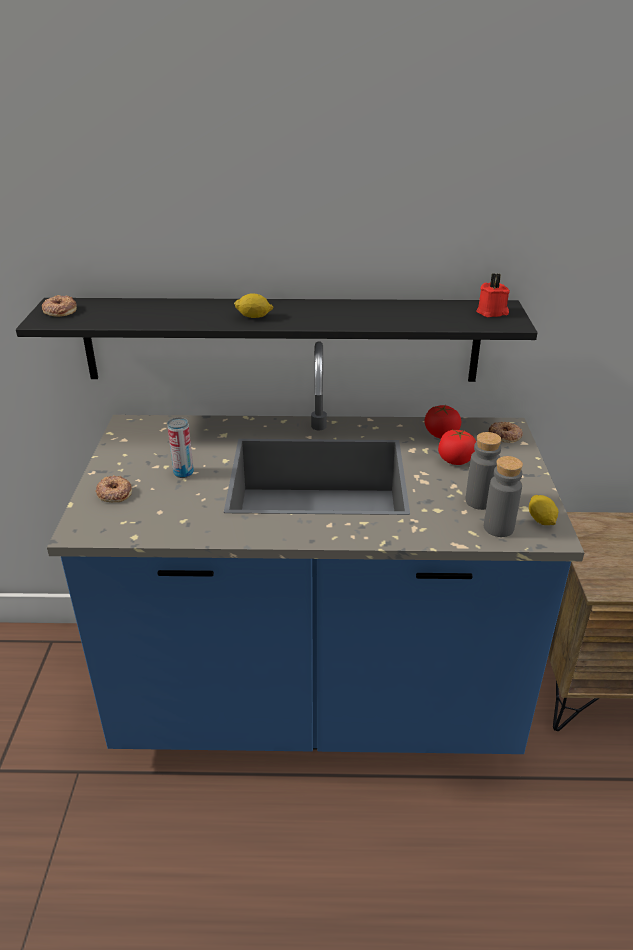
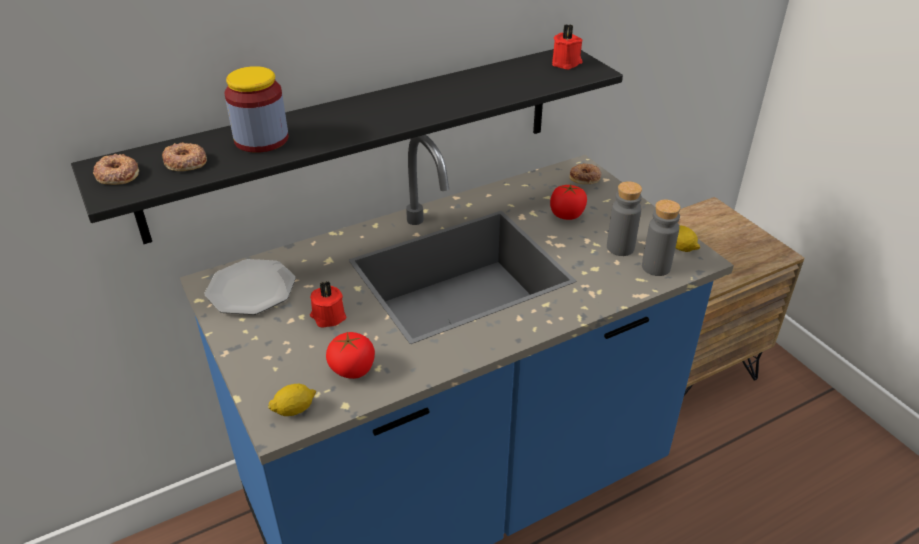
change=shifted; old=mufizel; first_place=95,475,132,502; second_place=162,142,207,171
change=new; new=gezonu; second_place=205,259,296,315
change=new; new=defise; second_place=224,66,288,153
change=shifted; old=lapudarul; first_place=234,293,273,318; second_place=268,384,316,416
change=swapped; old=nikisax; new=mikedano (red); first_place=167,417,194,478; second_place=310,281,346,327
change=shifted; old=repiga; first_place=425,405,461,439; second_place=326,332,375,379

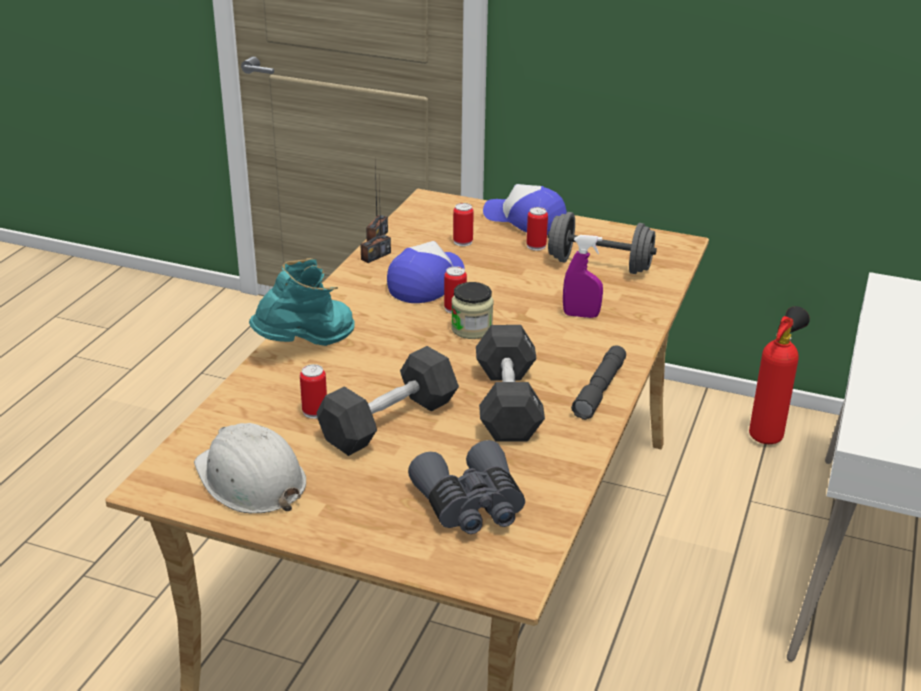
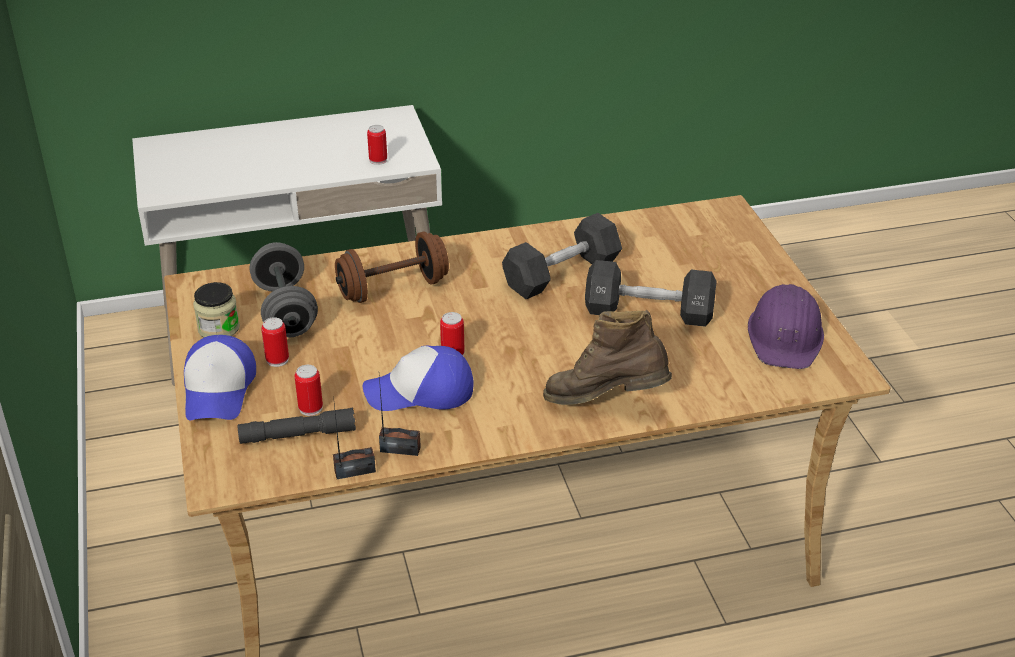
change=shifted; old=defise; first_place=451,282,494,339; second_place=193,282,240,337
change=shifted; old=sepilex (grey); first_place=571,346,626,420; second_place=238,407,356,444
change=swapped; old=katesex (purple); new=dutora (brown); first_place=563,235,603,318; second_place=335,232,449,303
change=shifted; old=nikisax; first_place=300,364,327,419; second_place=367,125,387,165
change=repainted; old=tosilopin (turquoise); new=tosilopin (brown); first_place=249,258,354,346; second_place=543,310,672,405
change=repainted; old=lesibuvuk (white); new=lesibuvuk (purple); first_place=194,423,306,513; second_place=748,284,824,369
change=gone; old=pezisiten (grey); first_place=408,440,525,534
change=gone; old=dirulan; first_place=749,306,810,444

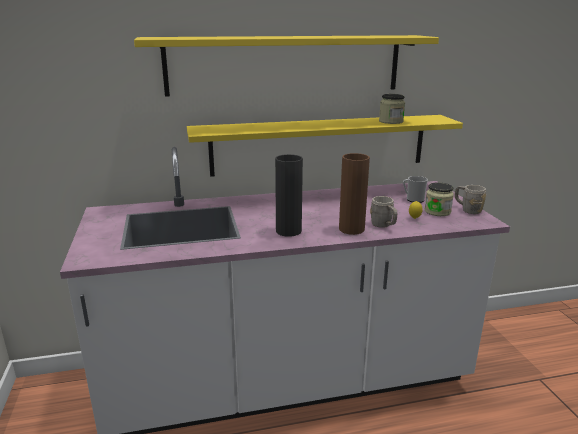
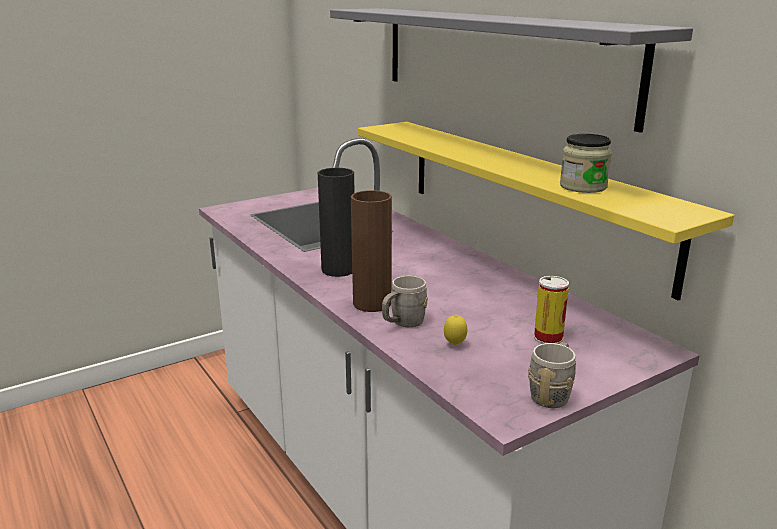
change=repainted; old=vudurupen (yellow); new=vudurupen (grey); first_place=134,35,439,97; second_place=330,8,693,133
change=swapped; old=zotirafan; new=nikisax; first_place=403,176,428,203; second_place=534,276,569,344
change=gone; old=defise; first_place=425,182,454,216

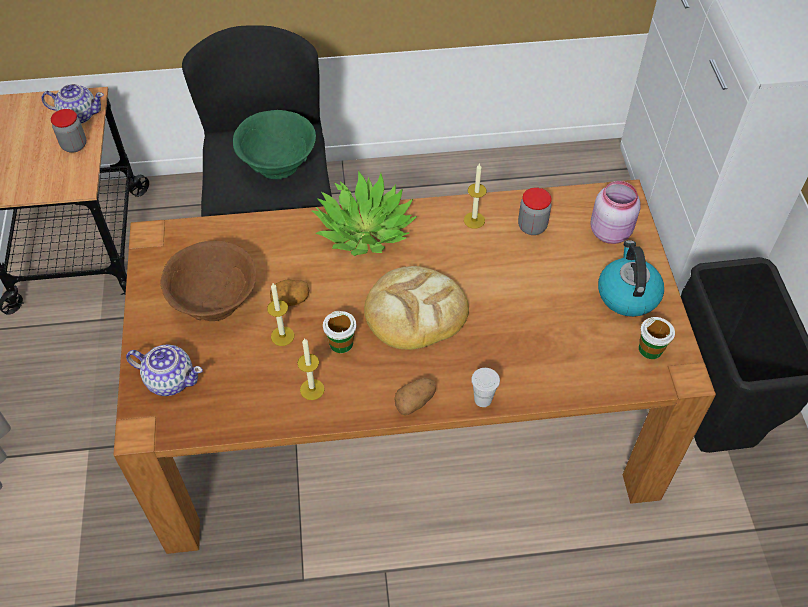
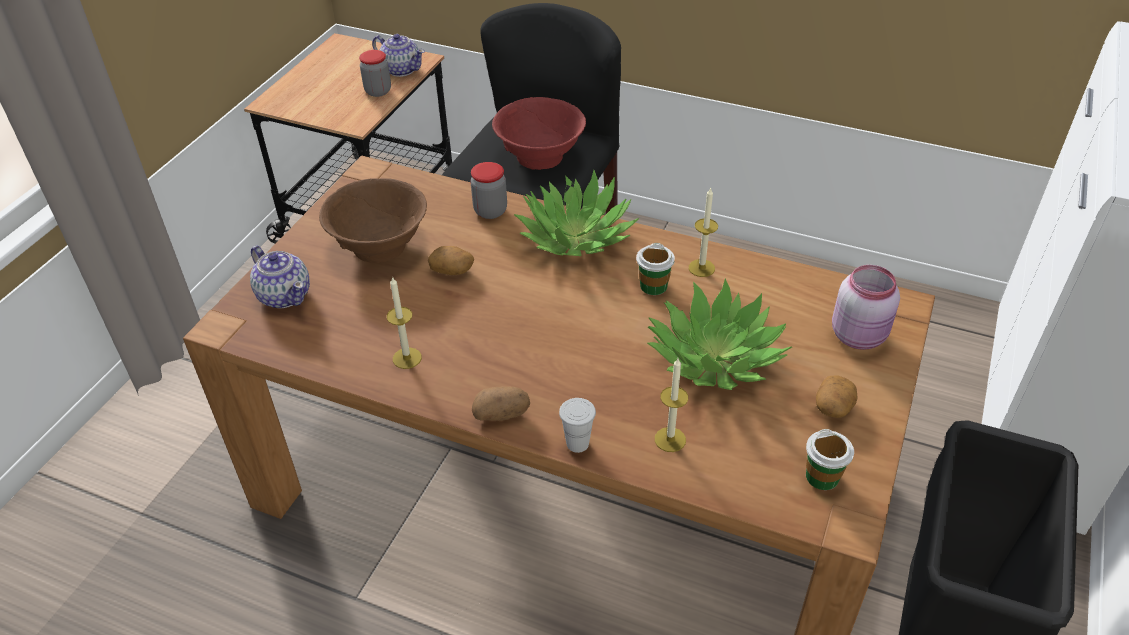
change=shifted; old=defise; first_place=518,187,552,235; second_place=470,162,507,219
change=repainted; old=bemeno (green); new=bemeno (red); first_place=233,110,316,179; second_place=492,97,586,170
change=shifted; old=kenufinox; first_place=323,311,357,353; second_place=636,243,675,295
change=new; new=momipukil; second_place=647,278,792,390
change=shifted; old=mikedano; first_place=267,283,294,346; second_place=655,358,688,452
change=swapped; old=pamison; new=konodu; first_place=598,240,664,317; second_place=816,375,857,418
change=gone; old=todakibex; first_place=364,266,469,350

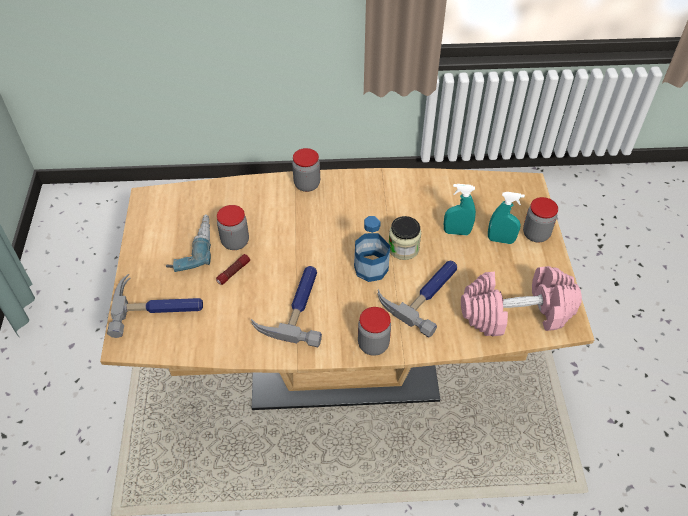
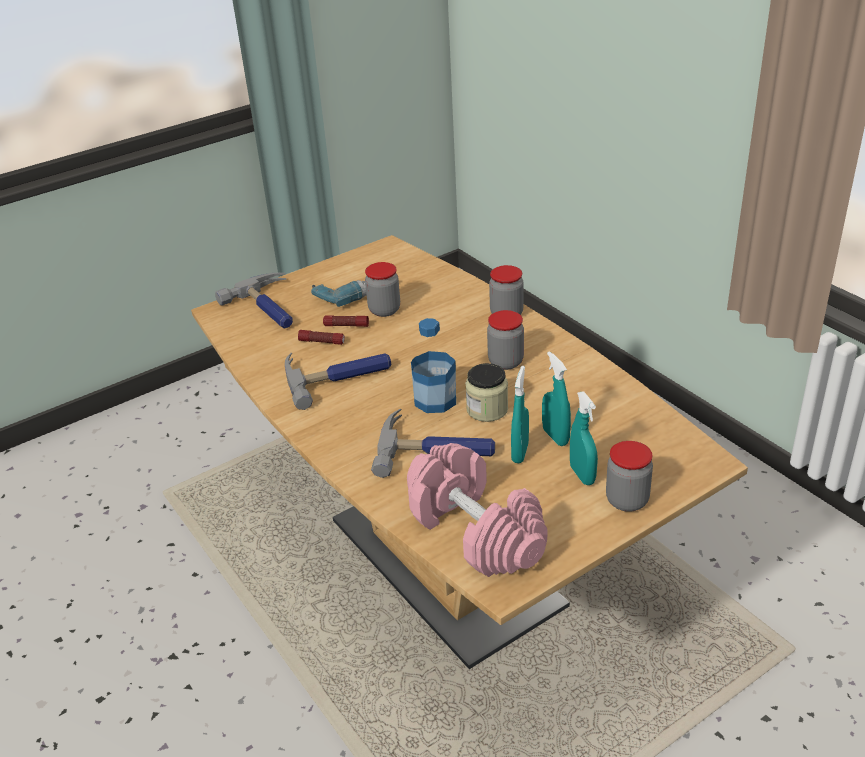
change=new; new=sepilex; second_place=298,330,345,345
change=shifted; old=defise; first_place=358,307,391,356; second_place=487,310,524,370
change=new; new=katesex (turquoise); second_place=511,366,529,463

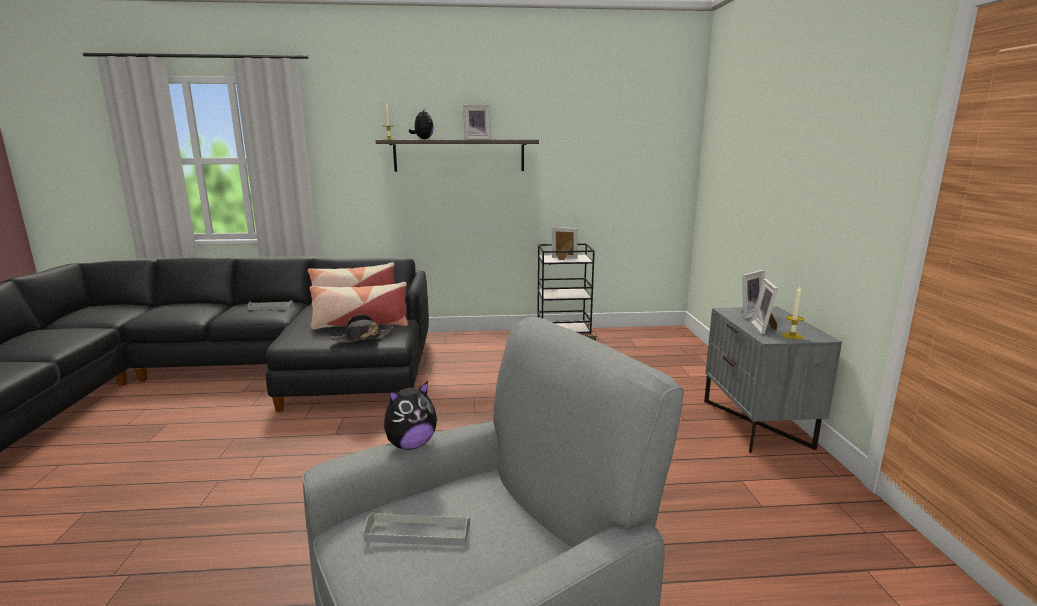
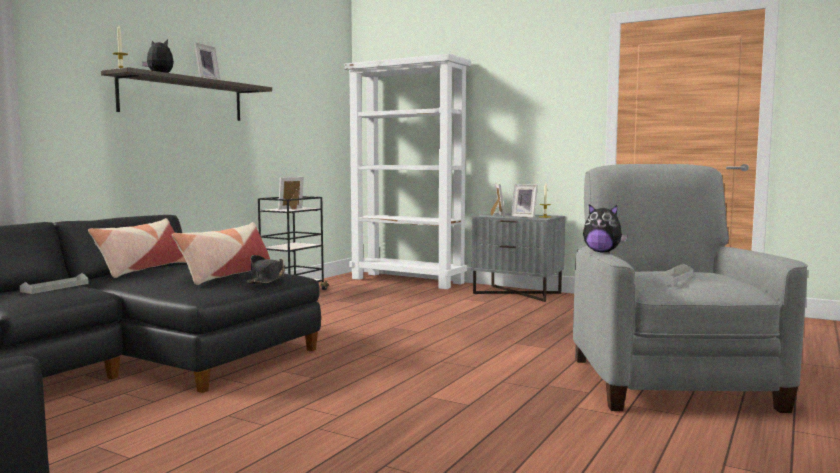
change=new; new=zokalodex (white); second_place=345,54,471,289
change=rotated; old=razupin; first_place=384,381,437,450; second_place=583,204,628,253; degrees=120

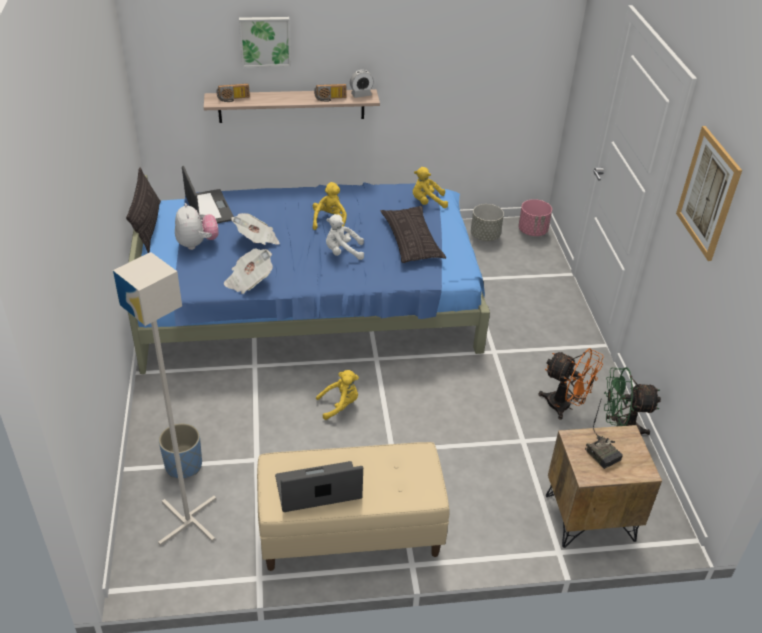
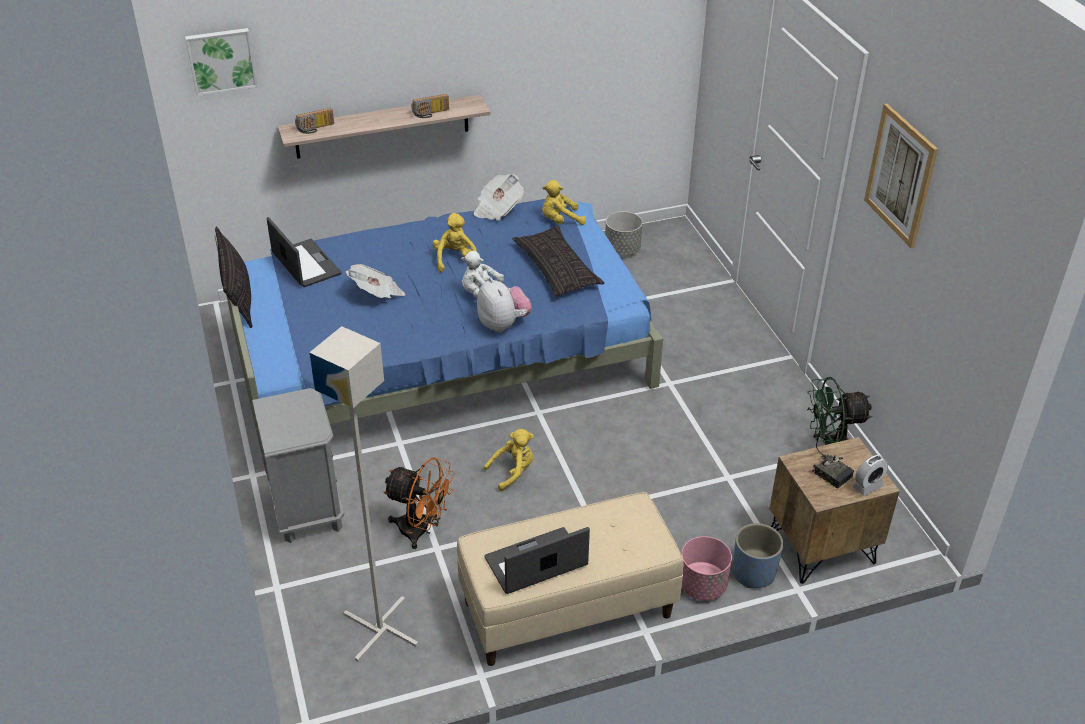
change=shifted; old=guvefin; first_place=239,17,291,67; second_place=185,28,258,96
change=new; new=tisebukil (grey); second_place=252,388,344,543
change=shifted; old=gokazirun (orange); first_place=538,348,604,420; second_place=382,457,455,549
change=shifted; old=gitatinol; first_place=224,248,273,294; second_place=474,174,524,221
change=shifted; old=razupin; first_place=175,203,219,250; second_place=477,277,532,333
change=shifted; old=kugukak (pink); first_place=518,199,552,236; second_place=681,536,732,600
change=shifted; old=kugukak (blue); first_place=159,423,202,478; second_place=733,523,783,588
change=shifted; old=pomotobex; first_place=350,70,374,98; second_place=852,455,888,496

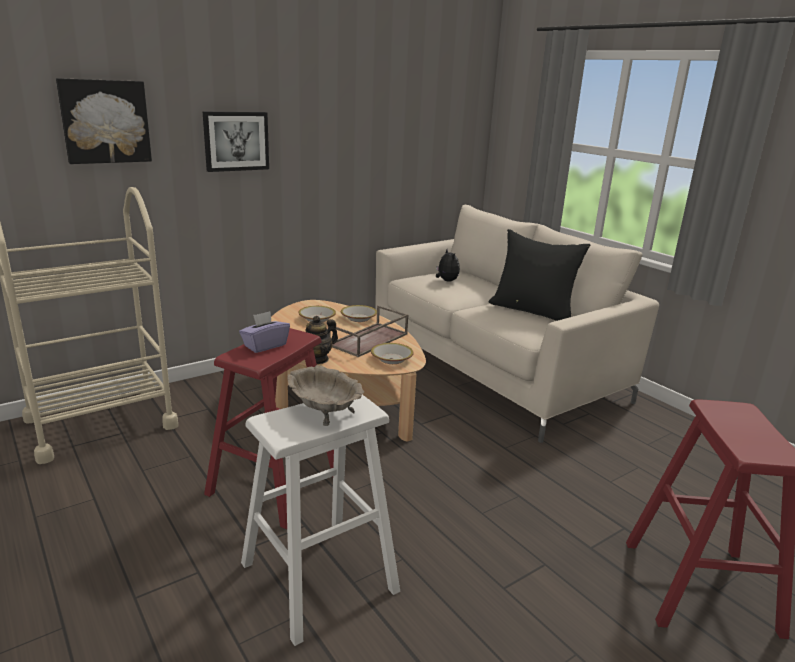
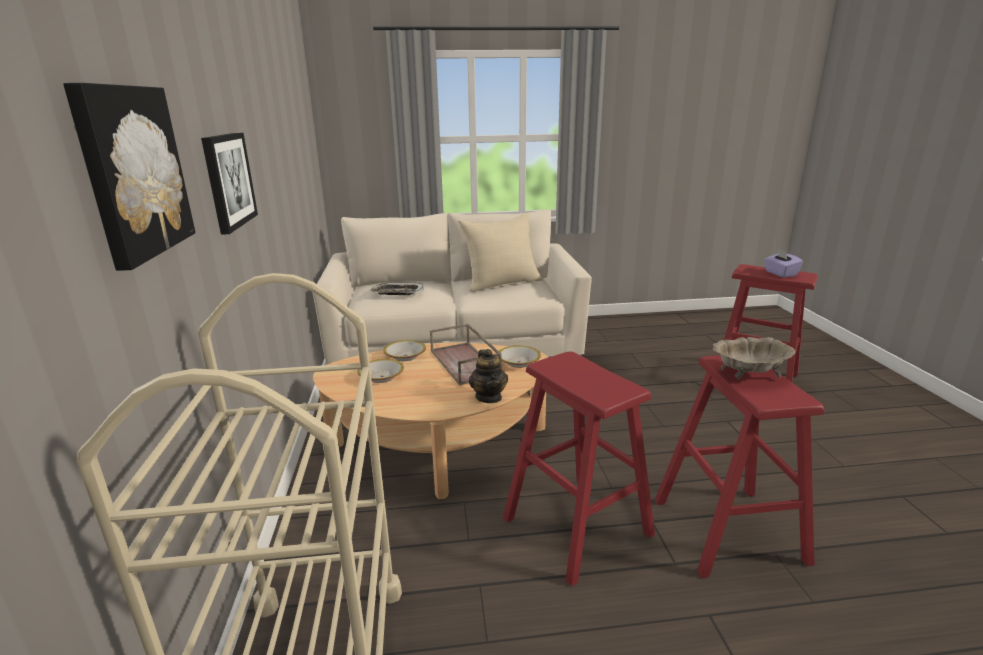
change=swapped; old=razupin; new=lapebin; first_place=436,250,460,282; second_place=370,283,424,295
change=repainted; old=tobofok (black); new=tobofok (beige); first_place=488,229,590,321; second_place=458,212,543,292
change=repainted; old=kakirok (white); new=kakirok (red); first_place=241,395,400,646; second_place=655,355,824,578
change=shifted; old=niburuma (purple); first_place=239,311,290,353; second_place=764,249,803,278

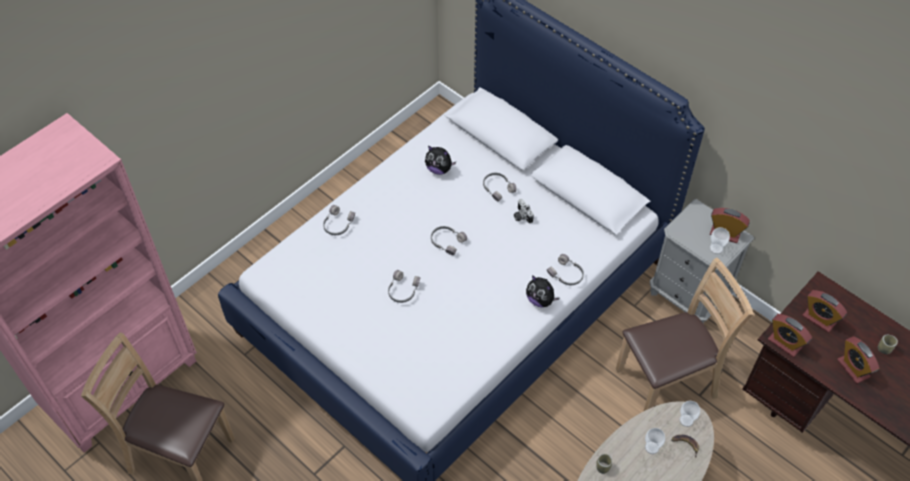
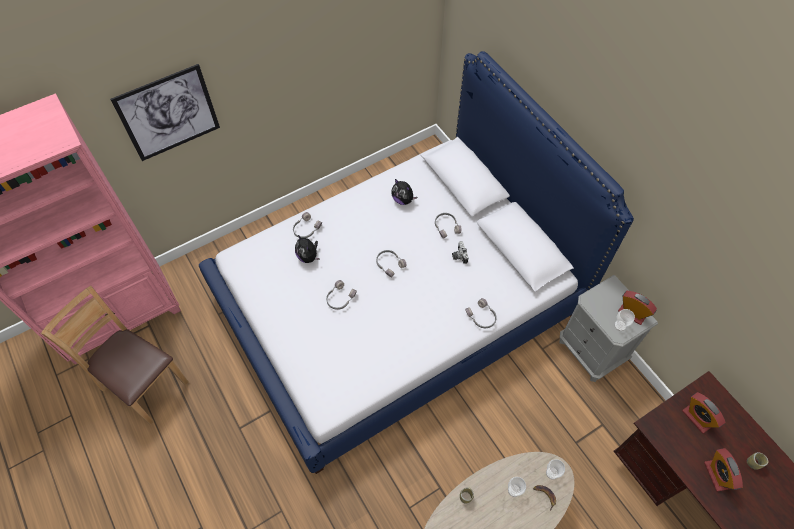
change=new; new=guvefin; second_place=110,64,220,161
change=shifted; old=razupin; first_place=526,275,559,307; second_place=295,235,320,263
change=gone; old=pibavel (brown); first_place=616,258,754,411
change=gone; old=pomotobex; first_place=768,314,812,357

